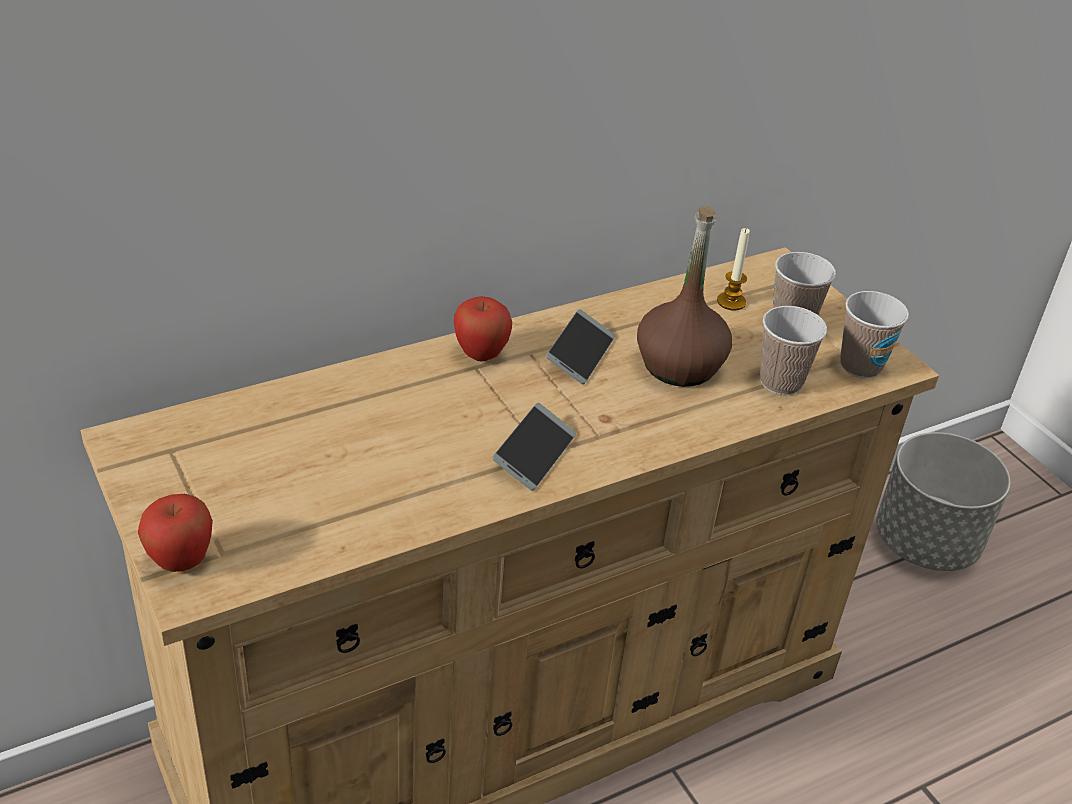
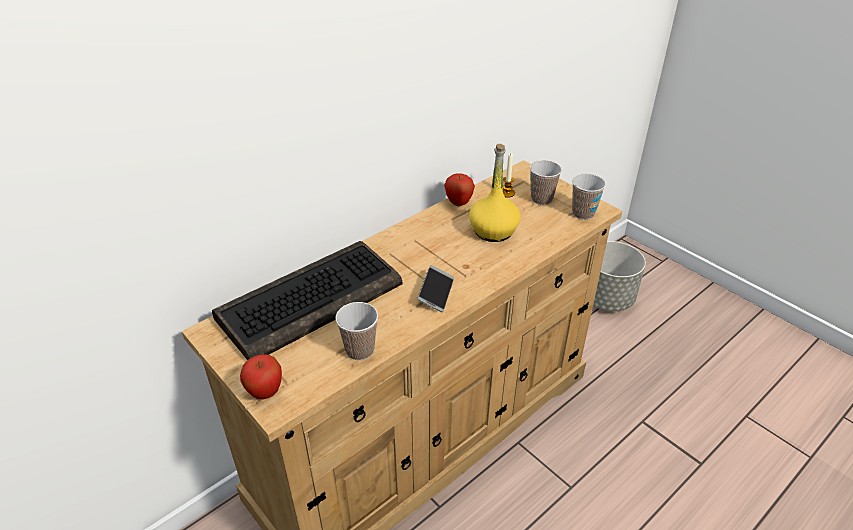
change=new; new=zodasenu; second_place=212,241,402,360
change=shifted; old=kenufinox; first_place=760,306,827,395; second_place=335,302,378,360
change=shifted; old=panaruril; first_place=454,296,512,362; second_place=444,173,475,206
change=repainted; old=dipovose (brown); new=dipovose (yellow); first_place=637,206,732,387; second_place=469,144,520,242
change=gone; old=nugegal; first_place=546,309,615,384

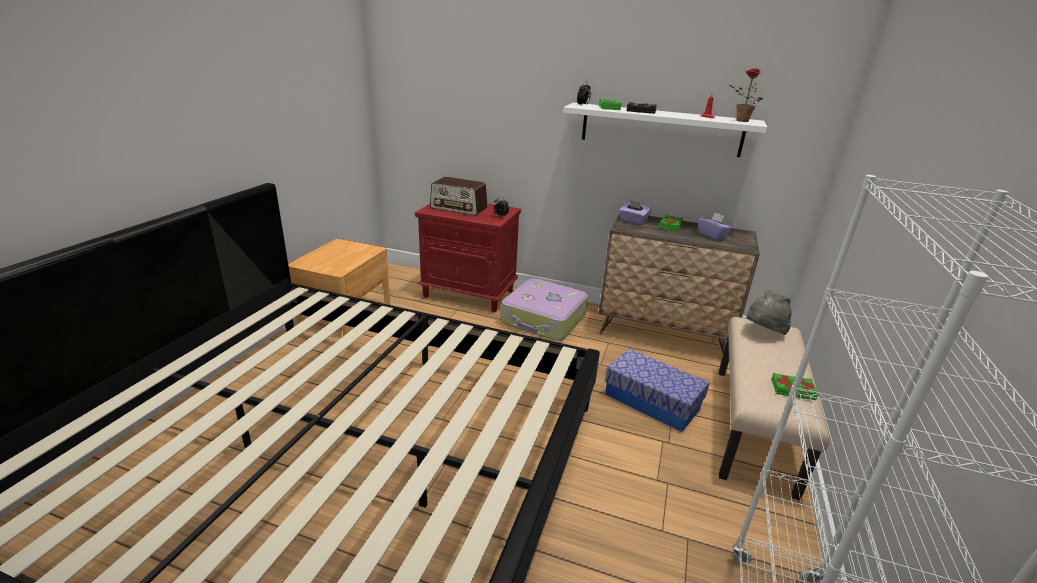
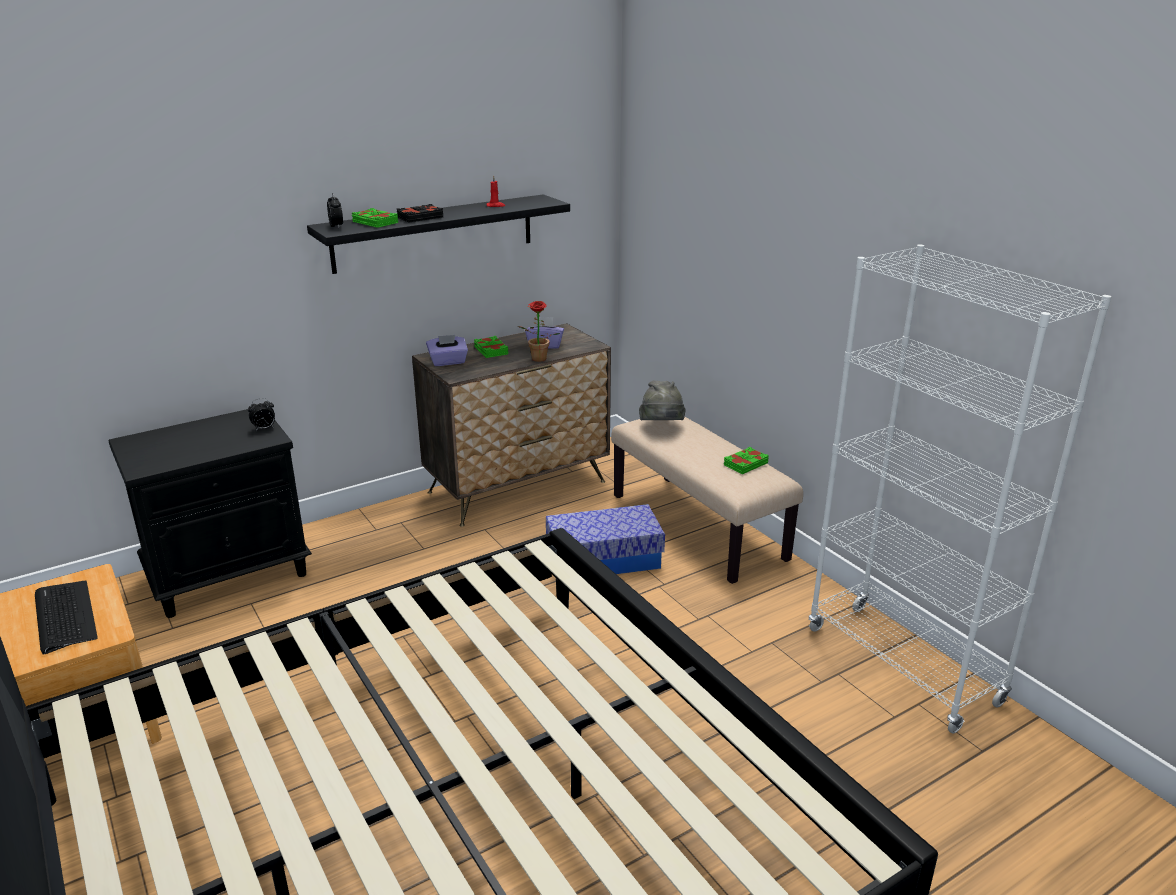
change=new; new=zodasenu; second_place=35,580,98,655
change=repainted; old=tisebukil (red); new=tisebukil (black); first_place=415,203,521,312; second_place=108,409,312,618
change=repainted; old=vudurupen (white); new=vudurupen (black); first_place=563,103,767,157; second_place=307,194,570,274
change=shifted; old=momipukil; first_place=730,69,763,122; second_place=517,301,560,362
change=gone; old=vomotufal; first_place=430,177,487,216
change=gone; old=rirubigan; first_place=501,278,588,341

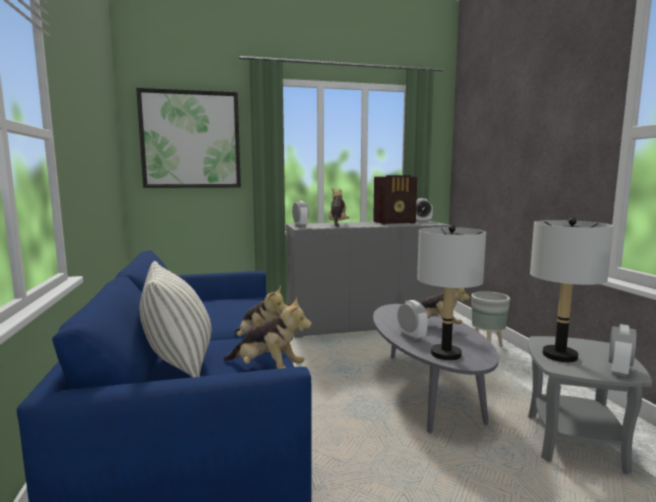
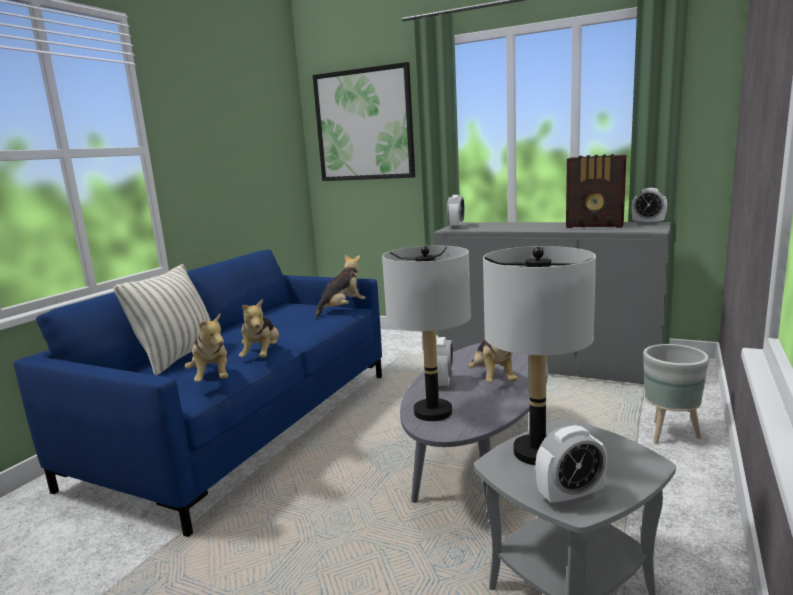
change=shifted; old=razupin; first_place=328,188,350,228; second_place=315,255,366,319

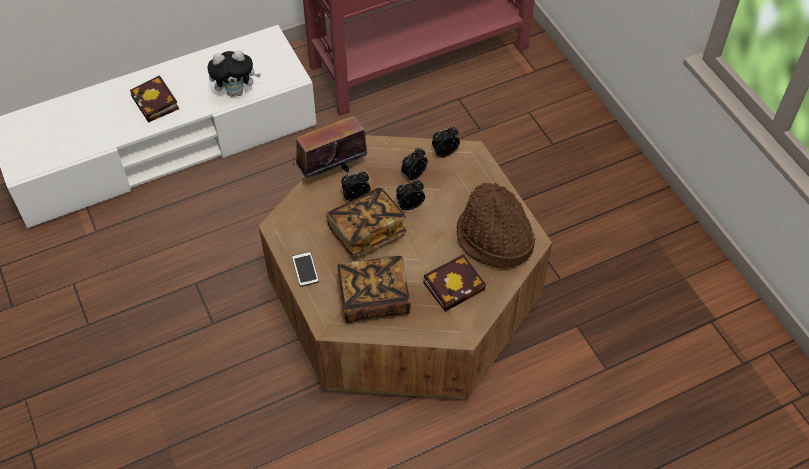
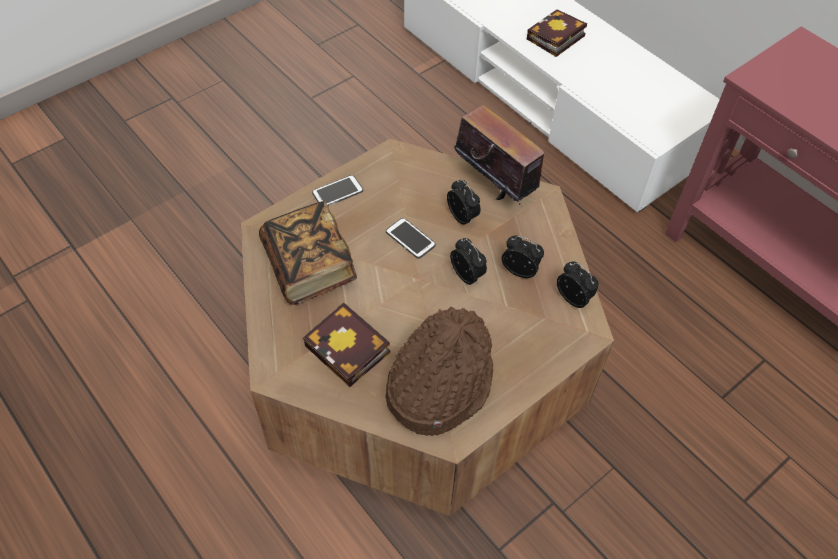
change=swapped; old=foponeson; new=nugegal; first_place=326,188,406,258; second_place=386,218,436,259
change=gone; old=razupin; first_place=208,50,261,97

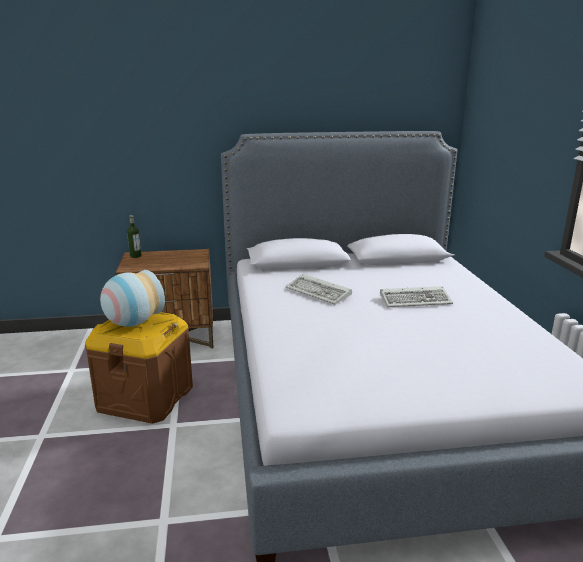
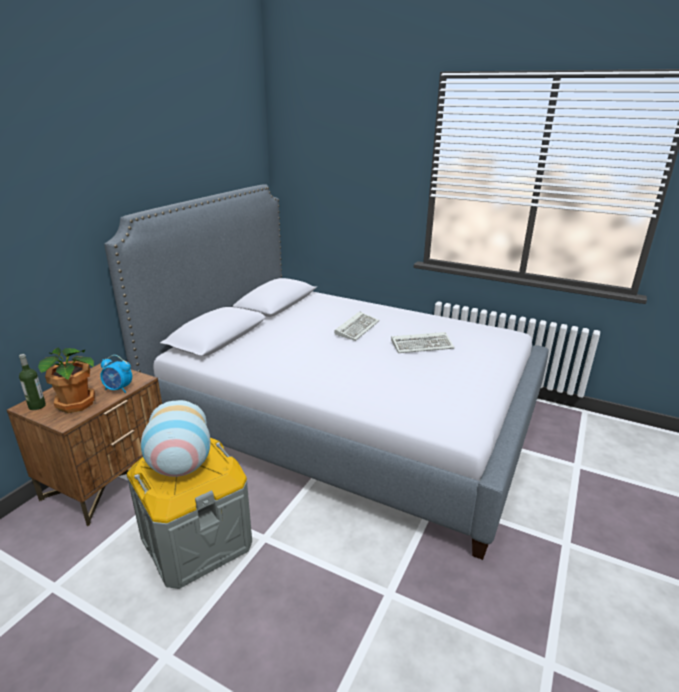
change=new; new=momipukil; second_place=38,347,95,413
change=new; new=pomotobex; second_place=100,355,132,393
change=repainted; old=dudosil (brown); new=dudosil (grey); first_place=85,312,193,424; second_place=127,438,252,589
change=shifted; old=zodasenu; first_place=286,274,352,305; second_place=391,332,455,353

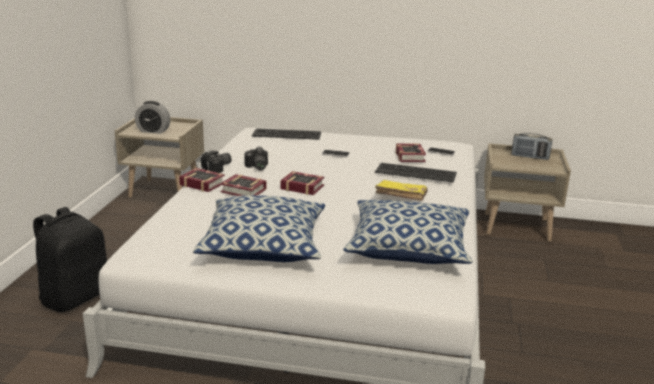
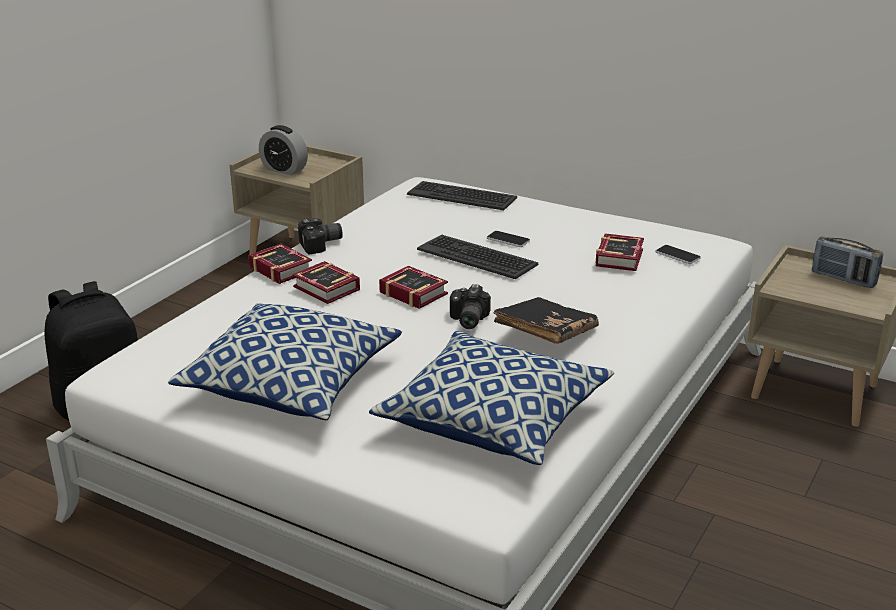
change=shifted; old=zodasenu; first_place=375,163,457,183; second_place=417,235,538,279
change=shifted; old=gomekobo; first_place=244,147,268,171; second_place=450,284,491,329
change=repainted; old=foponeson (yellow); new=foponeson (black); first_place=375,180,428,201; second_place=494,297,599,344

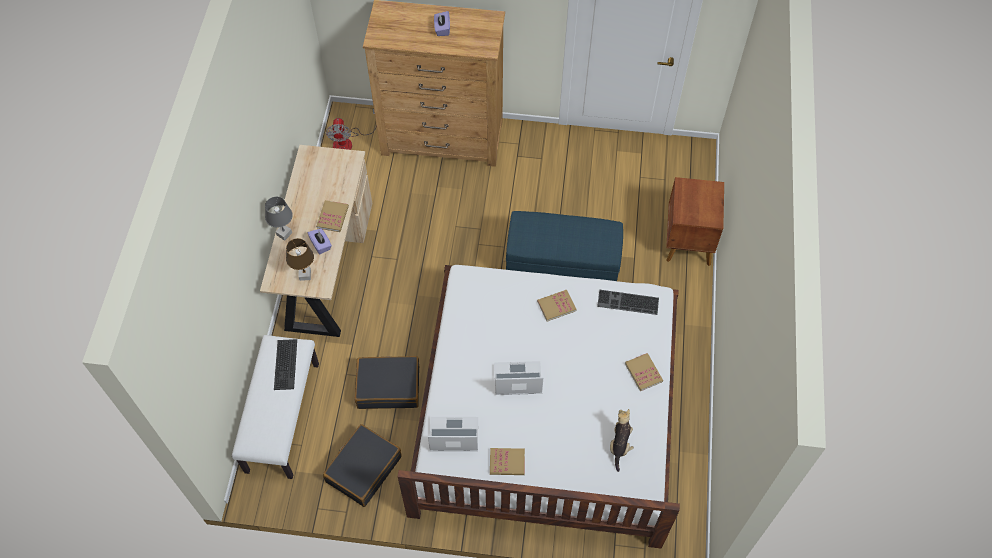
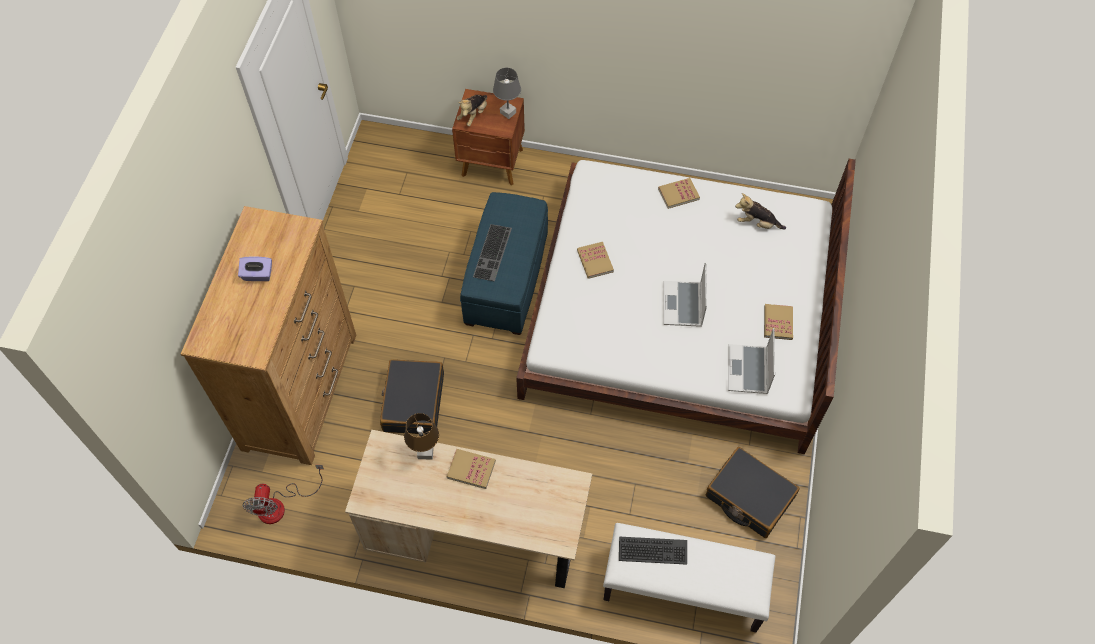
change=rotated; old=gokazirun; first_place=326,109,377,150; second_place=242,465,324,524; degrees=90
change=shifted; old=rirubigan (black); first_place=355,356,419,409; second_place=380,359,444,435
change=shifted; old=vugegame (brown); first_place=286,238,314,281; second_place=404,413,439,459
change=new; new=razupin; second_place=457,95,487,126
change=shifted; old=zodasenu; first_place=597,290,659,315; second_place=473,224,512,281
change=shifted; old=vugegame (grey); first_place=265,197,293,241; second_place=493,68,521,119
change=gone; old=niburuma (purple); first_place=308,228,332,254

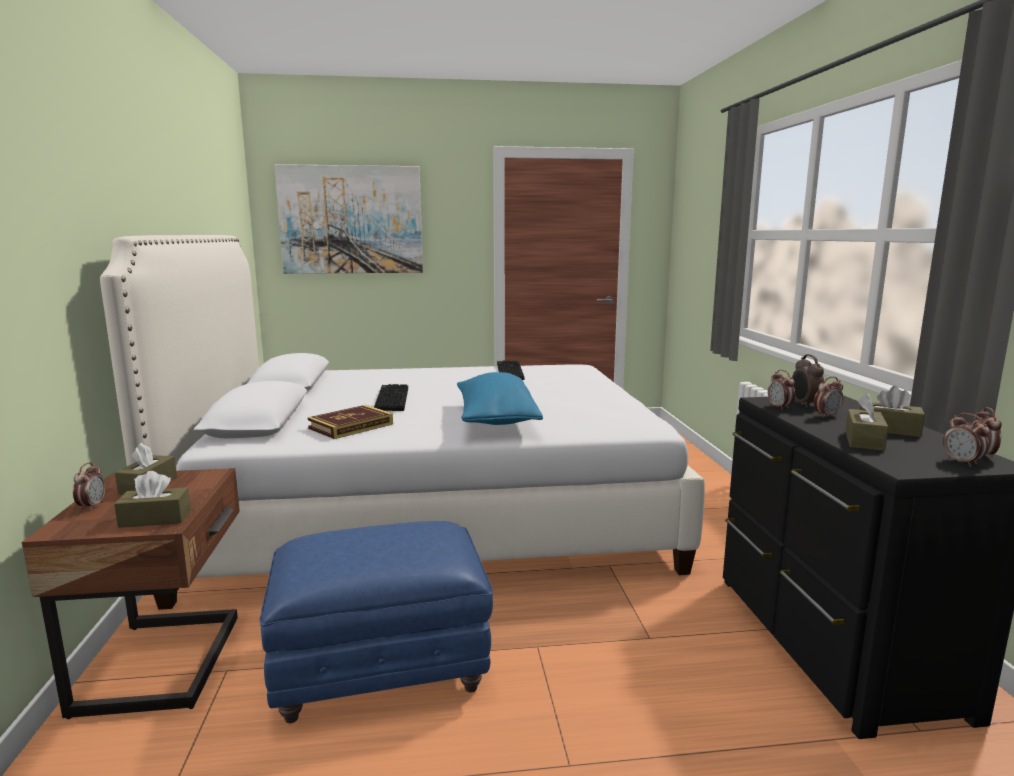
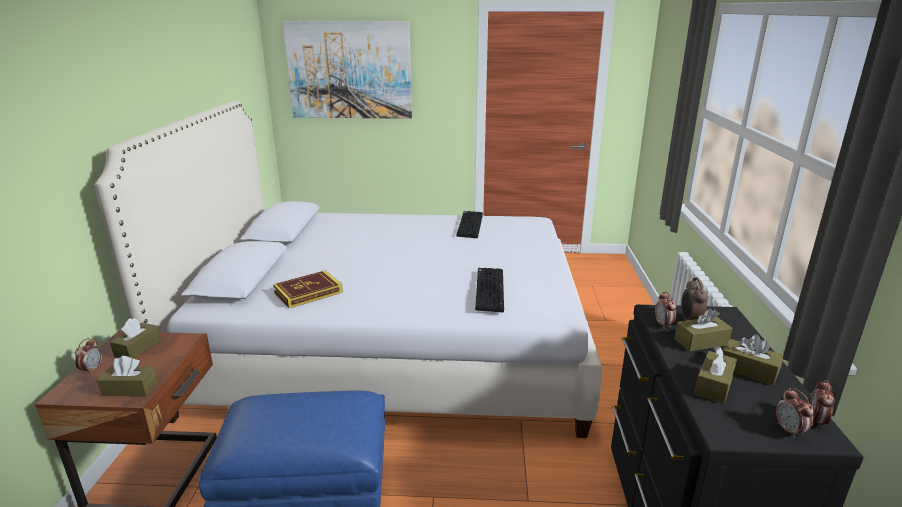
change=shifted; old=zodasenu; first_place=374,384,408,411; second_place=475,268,504,313
change=swapped; old=pomotobex; new=niburuma (brown); first_place=814,376,843,418; second_place=674,308,732,352
change=gone; old=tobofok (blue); first_place=457,372,543,425

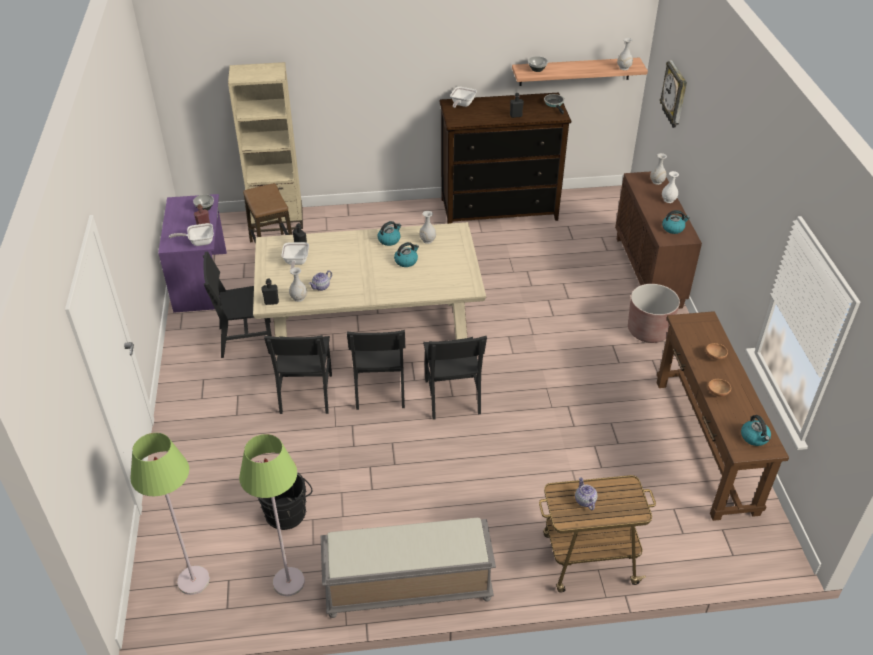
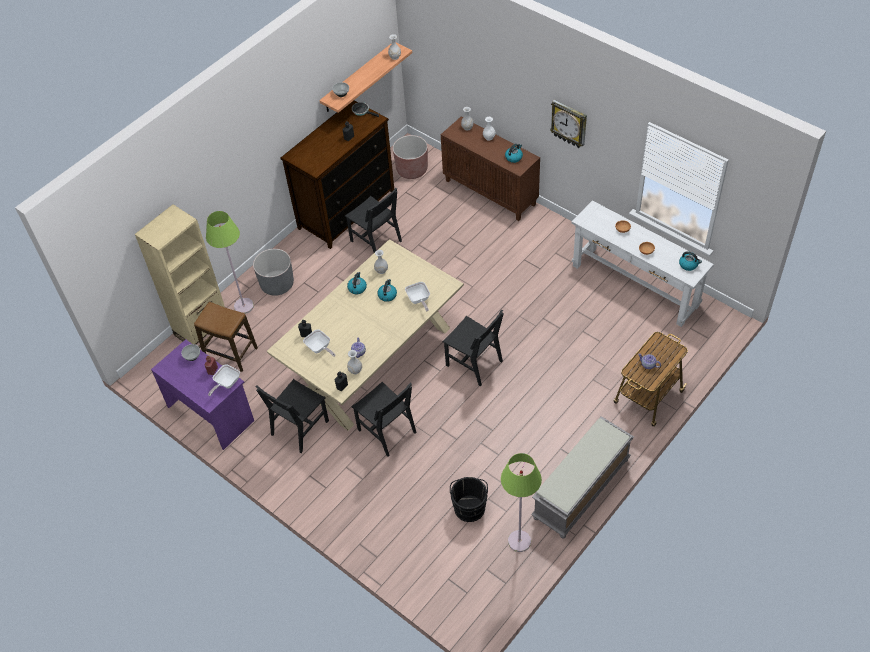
change=shifted; old=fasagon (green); first_place=130,433,210,595; second_place=206,211,254,314
change=new; new=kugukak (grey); second_place=253,249,294,296
change=shifted; old=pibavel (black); first_place=347,330,405,410; second_place=345,188,402,253
change=shifted; old=kugukak (brown); first_place=628,284,680,343; second_place=393,135,428,179
change=shifted; old=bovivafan; first_place=451,87,477,108; second_place=405,282,430,311
change=shifted; old=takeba; first_place=660,60,687,128; second_place=550,100,587,148
change=repainted; old=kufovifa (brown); new=kufovifa (white); first_place=657,311,789,521; second_place=571,200,714,327

